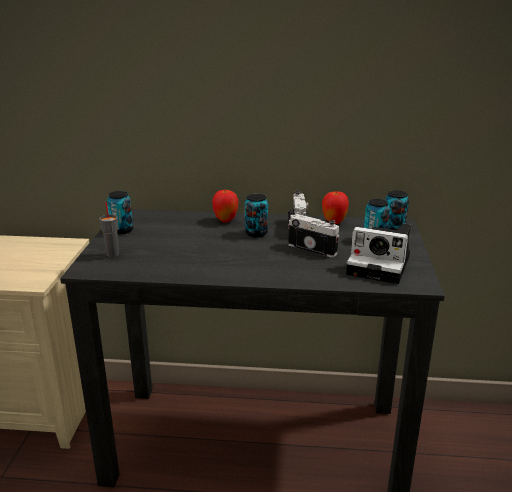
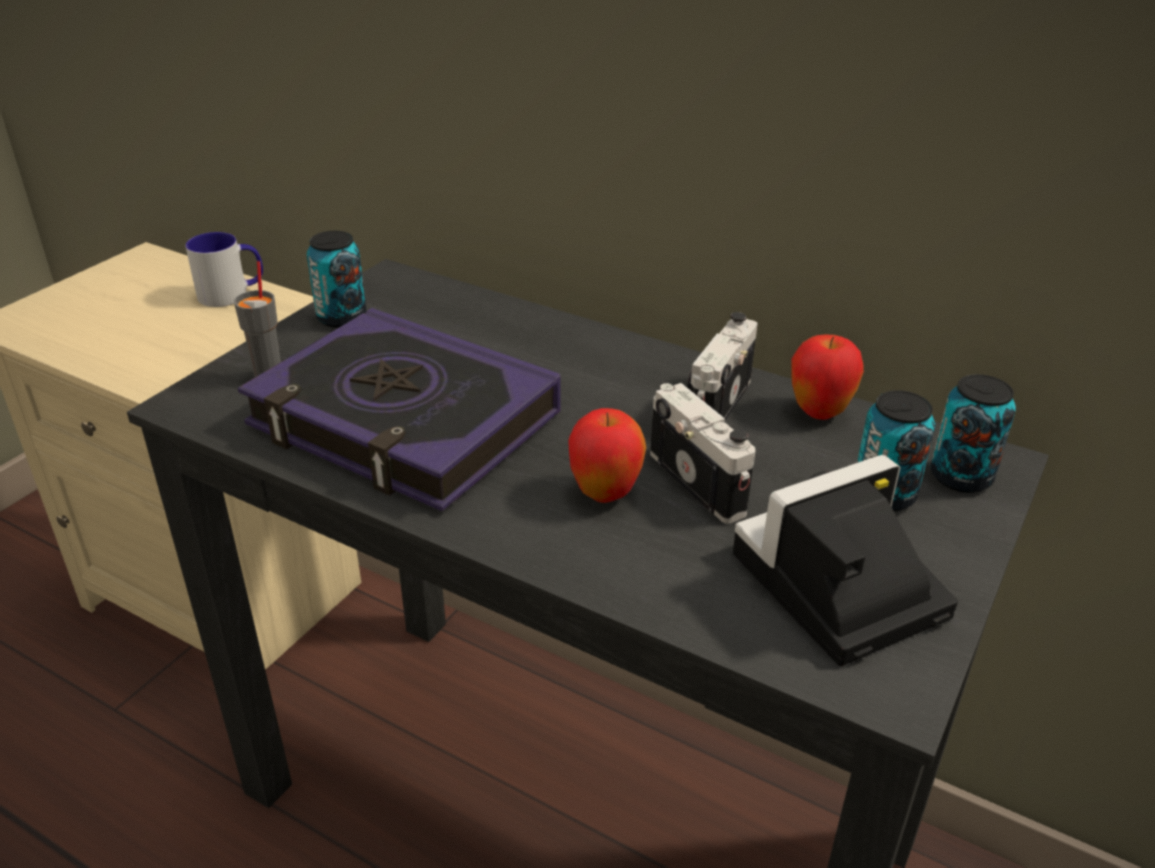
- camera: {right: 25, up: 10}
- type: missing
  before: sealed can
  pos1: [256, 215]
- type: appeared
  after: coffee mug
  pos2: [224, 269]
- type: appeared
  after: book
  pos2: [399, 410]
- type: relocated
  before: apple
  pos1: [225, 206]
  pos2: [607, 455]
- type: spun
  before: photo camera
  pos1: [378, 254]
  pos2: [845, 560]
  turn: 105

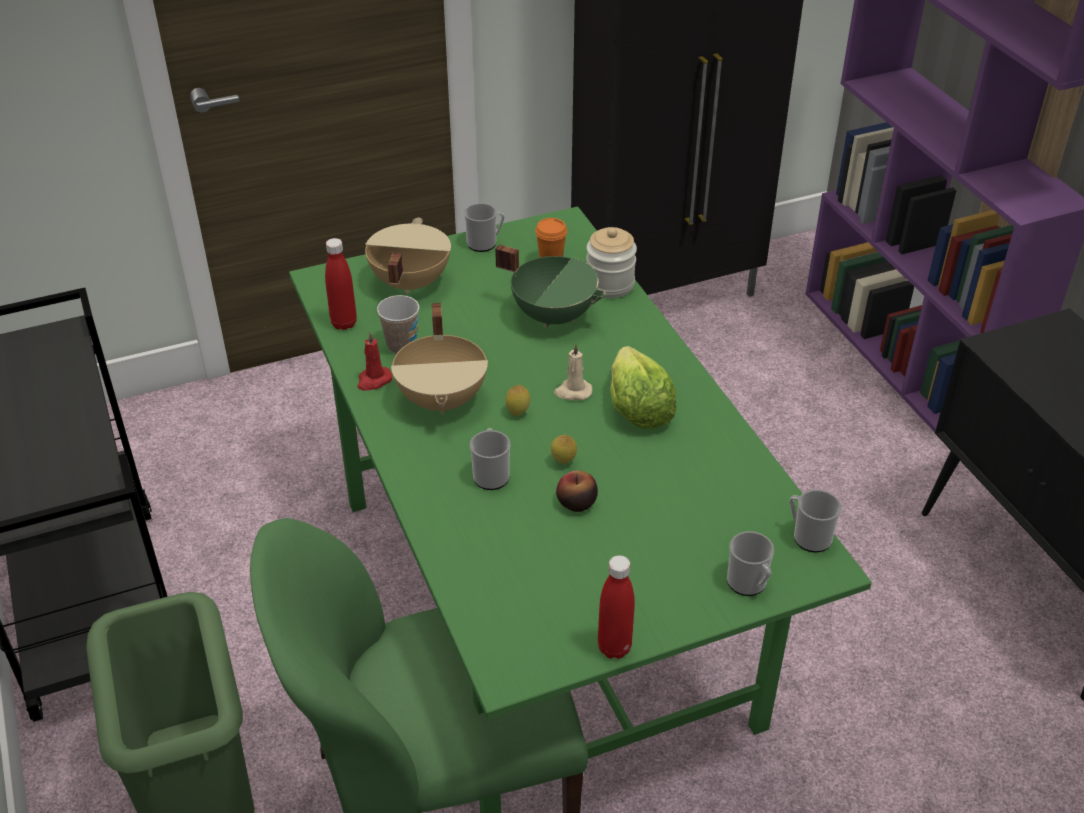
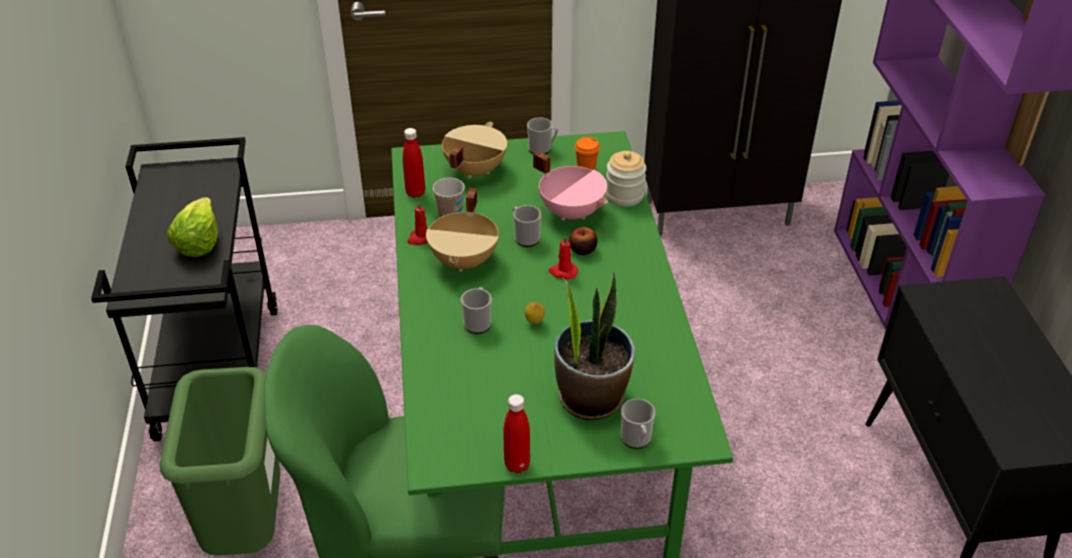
- camera: {right: 15, up: 0}
- type: missing
  before: citrus fruit
  pos1: [518, 400]
- type: appeared
  after: potted plant
  pos2: [594, 345]
- type: relocated
  before: apple
  pos1: [577, 491]
  pos2: [583, 241]
- type: relocated
  before: lettuce
  pos1: [643, 387]
  pos2: [192, 227]
- type: relocated
  before: coffee mug
  pos1: [815, 521]
  pos2: [527, 226]
- type: colour
  before: saucepot/green-coloured
  after: saucepot/pink
  pos1: [550, 286]
  pos2: [570, 186]
- type: colour
  before: wax light/beige-coloured
  after: wax light/reddish
  pos1: [573, 371]
  pos2: [563, 257]

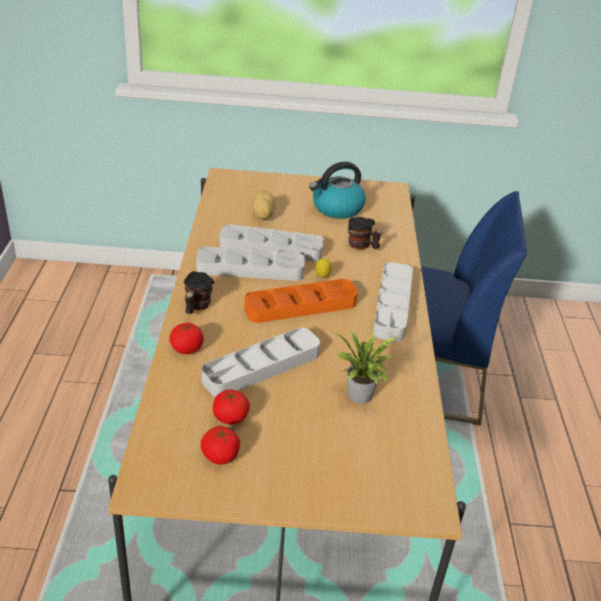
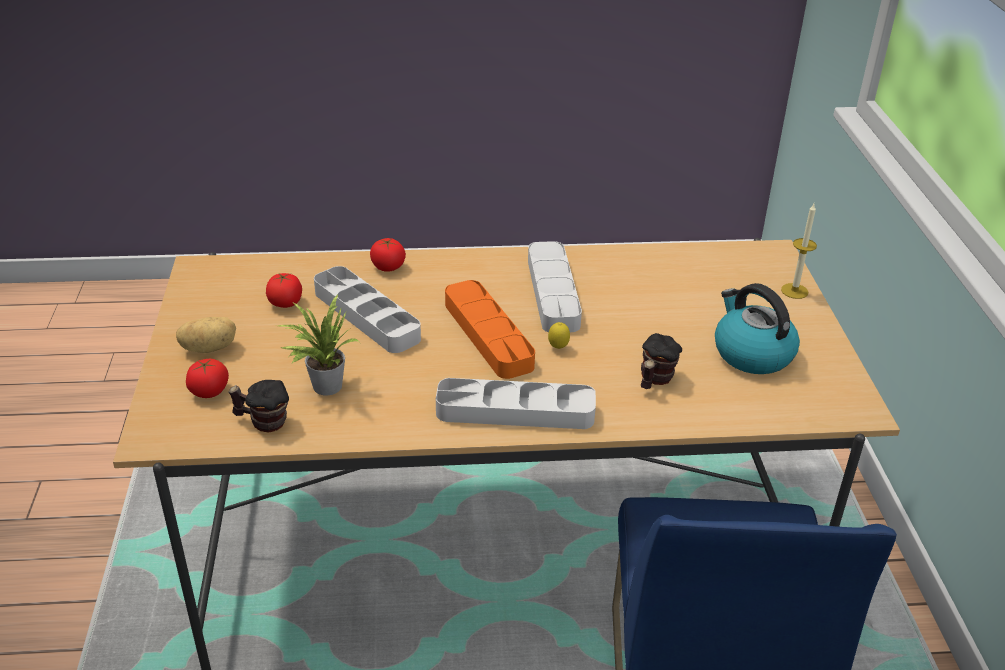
- camera: {right: 85, up: 0}
- type: missing
  before: serving tray/greyish
  pos1: [272, 243]
- type: appeared
  after: wax light
  pos2: [799, 251]
- type: relocated
  before: coffee mug
  pos1: [199, 292]
  pos2: [258, 406]
- type: relocated
  before: whole tomato
  pos1: [220, 445]
  pos2: [207, 378]
- type: relocated
  before: spud
  pos1: [264, 204]
  pos2: [206, 335]

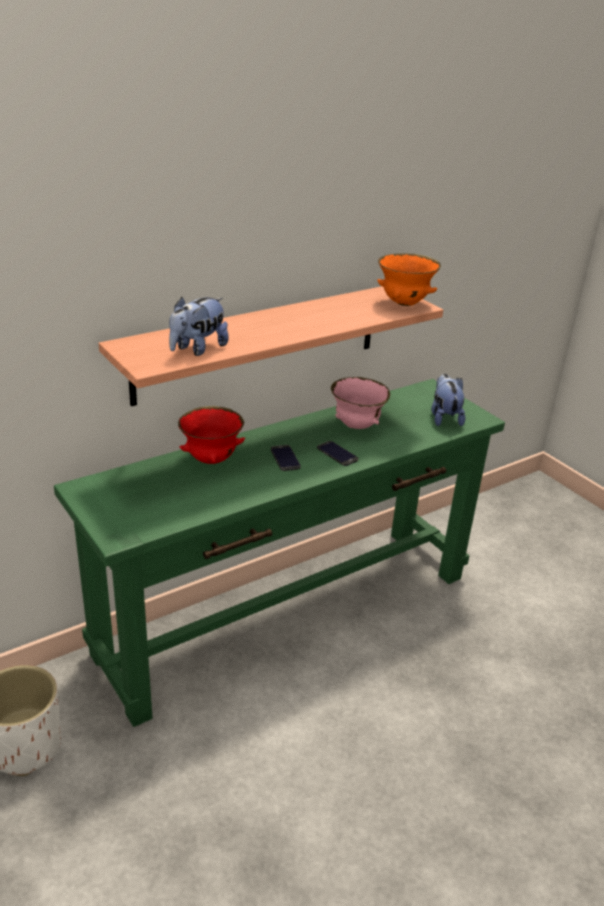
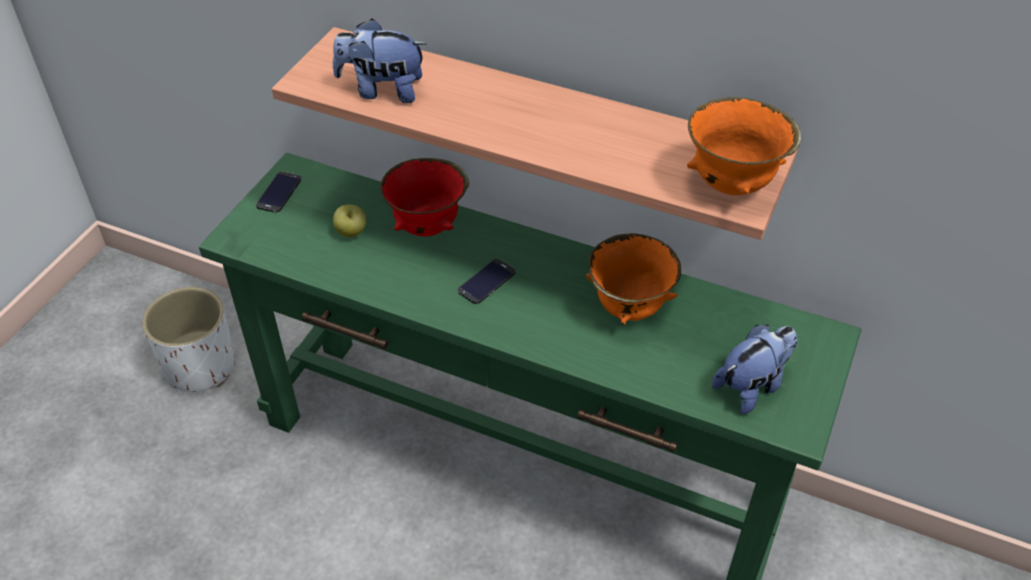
- camera: {right: 60, up: 15}
- type: appeared
  after: apple
  pos2: [349, 220]
- type: relocated
  before: handset
  pos1: [337, 453]
  pos2: [279, 192]
- type: colour
  before: bowl/pink
  after: bowl/orange
  pos1: [360, 403]
  pos2: [633, 279]

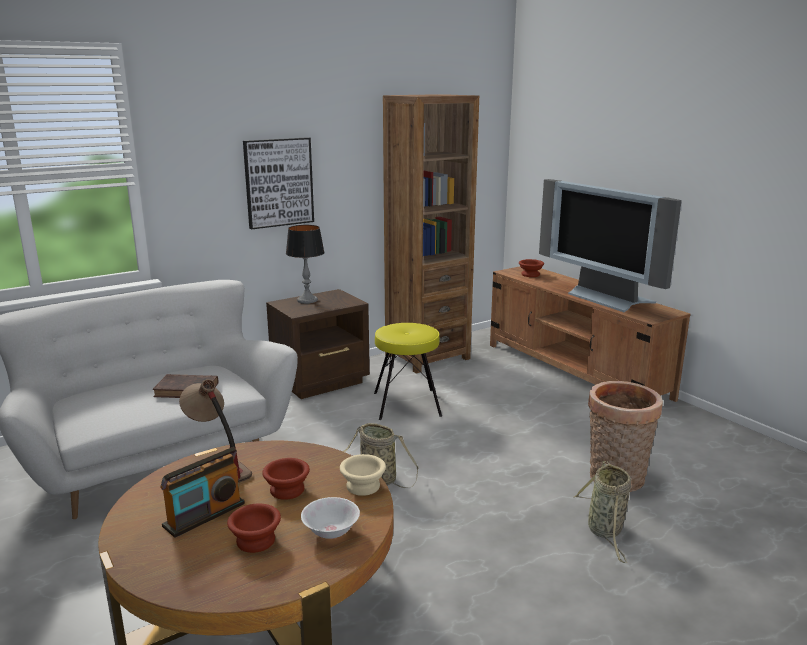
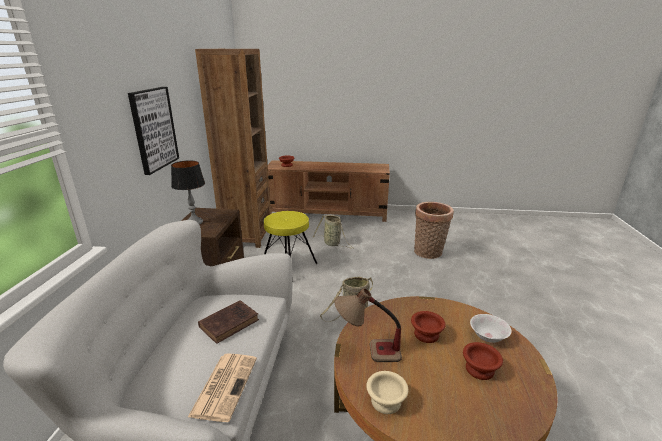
- camera: {right: -50, up: 5}
- type: missing
  before: radio receiver
  pos1: [203, 492]
- type: missing
  before: TV
  pos1: [610, 245]
- type: appeared
  after: printed paper
  pos2: [222, 387]
- type: relocated
  before: bowl/beige-coloured
  pos1: [363, 475]
  pos2: [387, 392]
- type: relocated
  before: storage basket
  pos1: [602, 512]
  pos2: [333, 232]

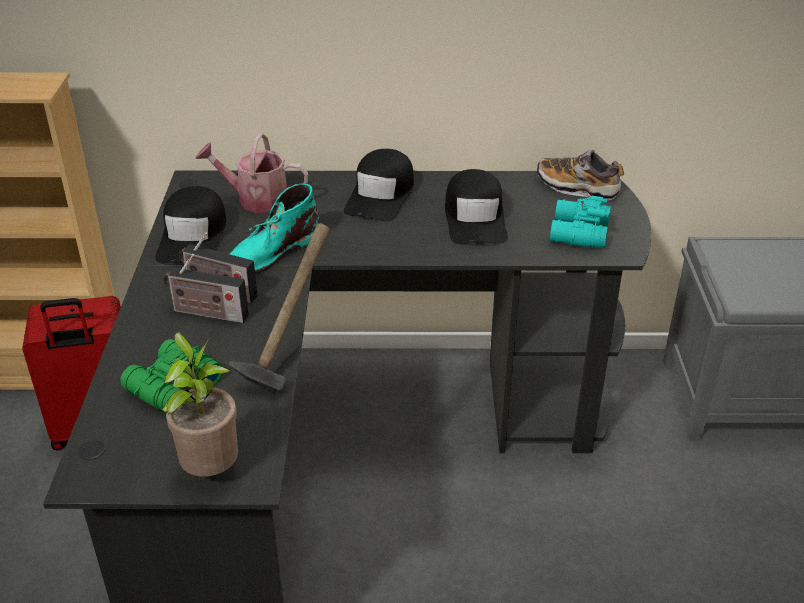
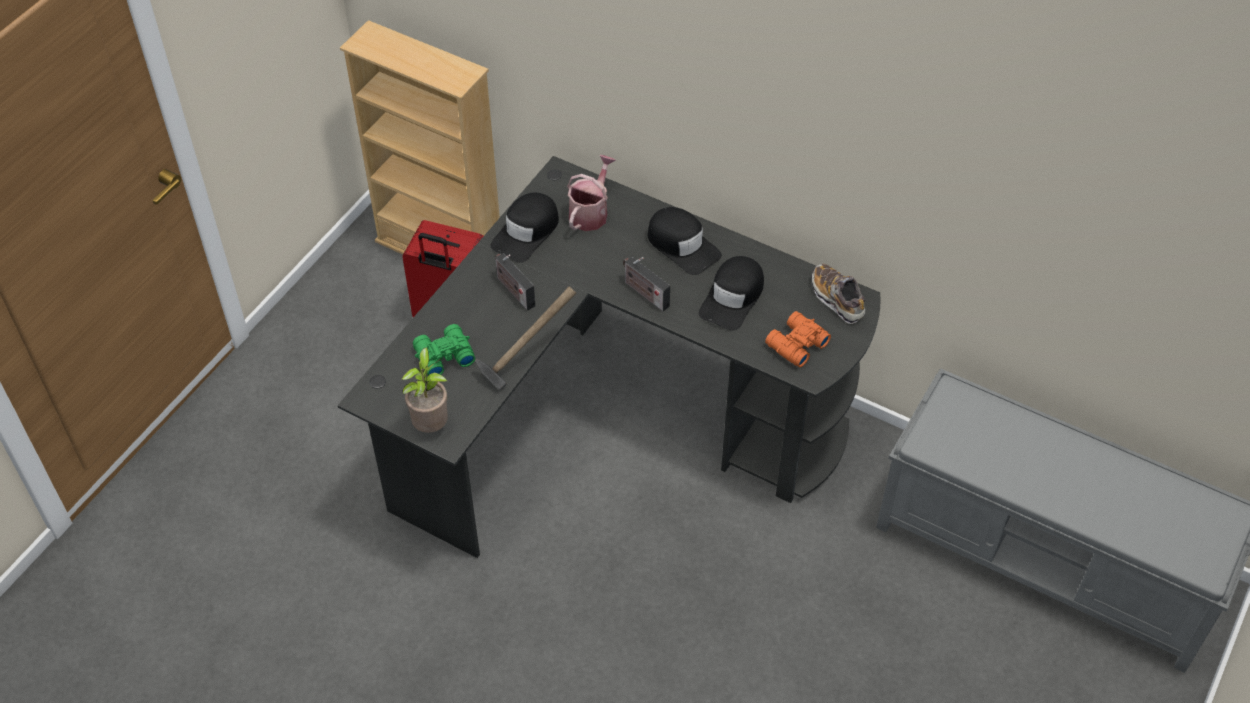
- camera: {right: 30, up: 15}
- type: missing
  before: boot/blue-green
  pos1: [275, 229]
- type: relocated
  before: radio receiver
  pos1: [206, 288]
  pos2: [646, 284]
- type: colour
  before: pair of binoculars/blue-green
  after: pair of binoculars/orange
  pos1: [580, 222]
  pos2: [798, 339]
- type: spun
  before: watering pot
  pos1: [251, 173]
  pos2: [591, 193]
  turn: 75
- type: spun
  before: cap/black
  pos1: [379, 185]
  pos2: [685, 241]
  turn: -90

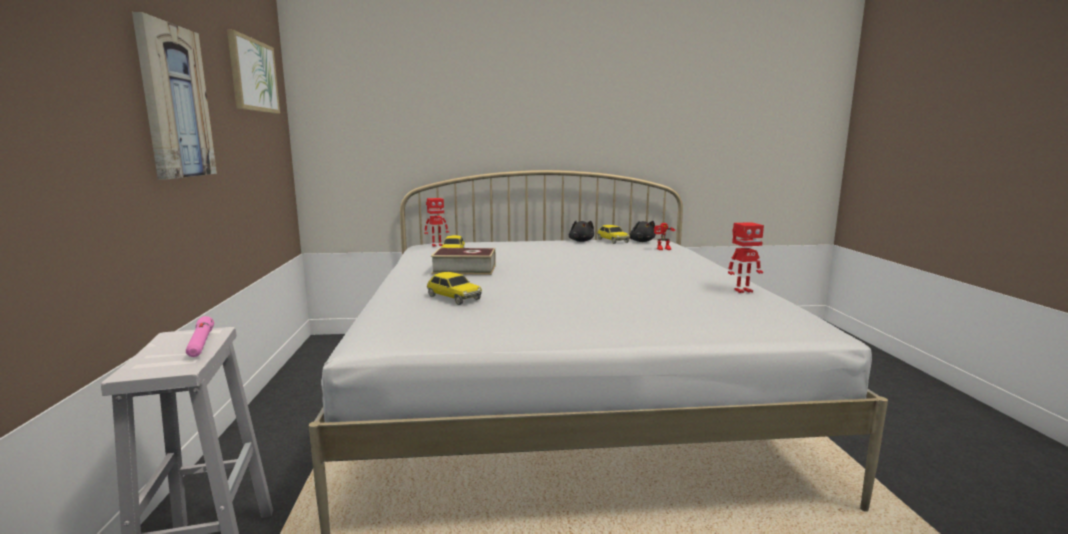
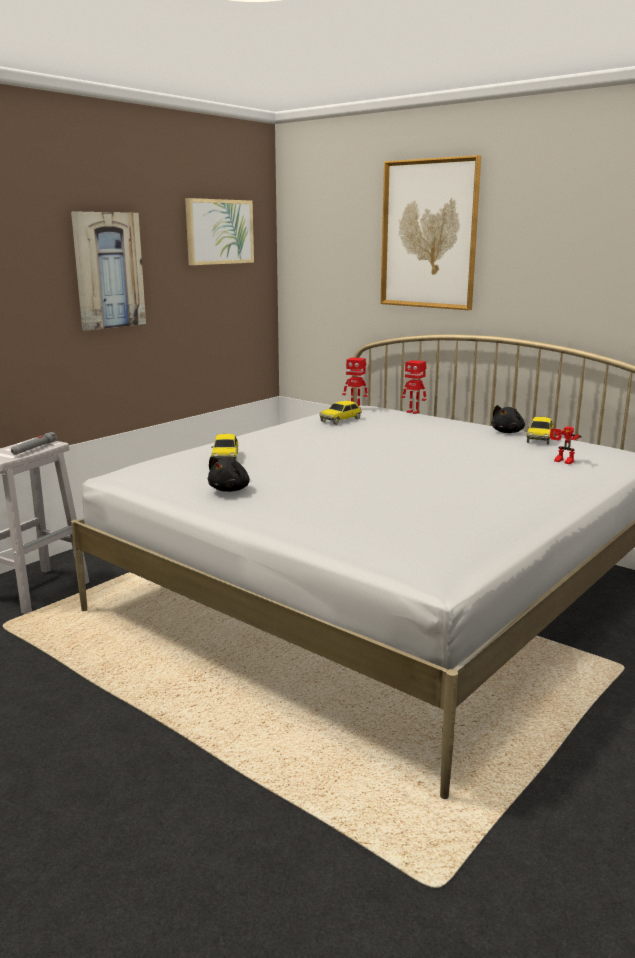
- camera: {right: 45, up: 5}
- type: missing
  before: book
  pos1: [463, 261]
- type: appeared
  after: wall art
  pos2: [430, 232]
- type: relocated
  before: soft toy/black
  pos1: [643, 231]
  pos2: [229, 474]
- type: relocated
  before: toy robot
  pos1: [746, 257]
  pos2: [414, 387]
- type: colour
  before: hand torch/pink
  after: hand torch/greyish
  pos1: [200, 336]
  pos2: [34, 443]

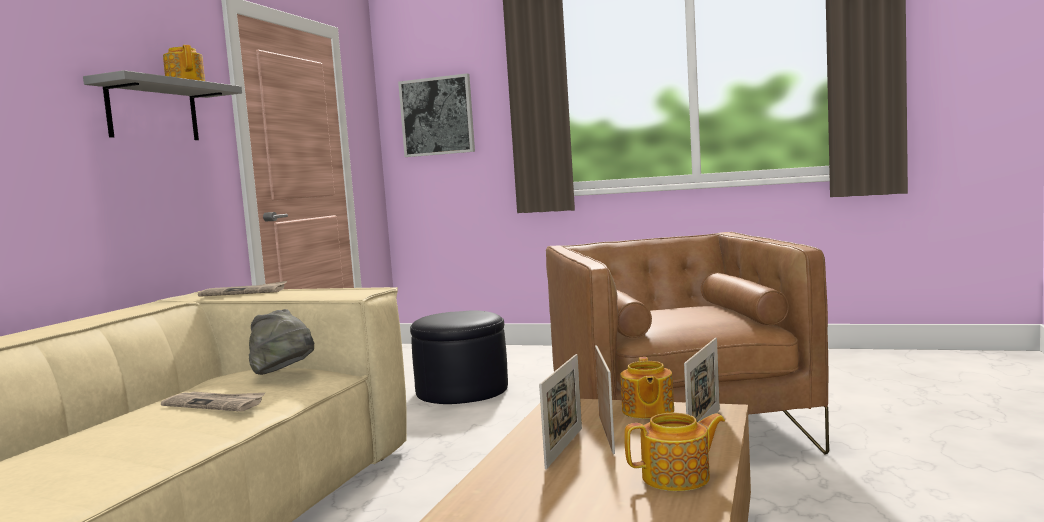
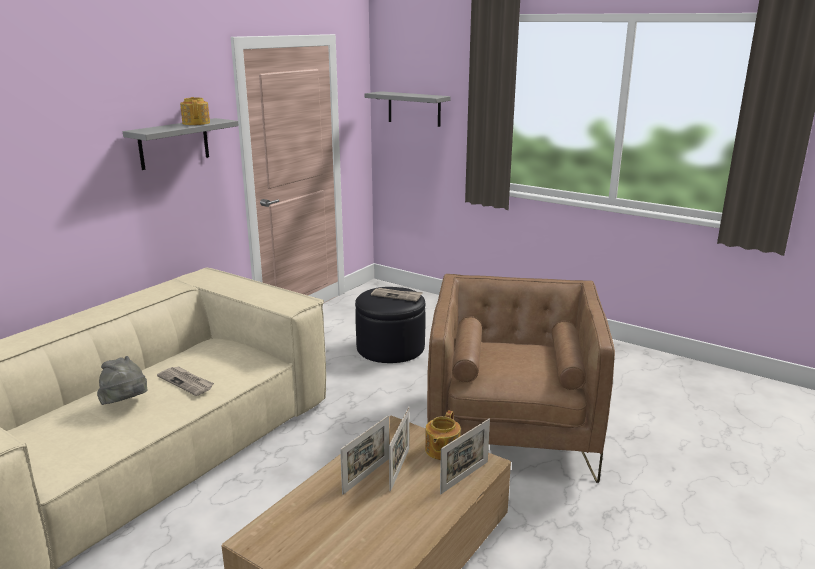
- camera: {right: 15, up: 15}
- type: missing
  before: teapot
  pos1: [674, 451]
- type: relocated
  before: printed paper
  pos1: [242, 289]
  pos2: [397, 294]
- type: relocated
  before: clothing hat/greyish
  pos1: [281, 342]
  pos2: [122, 380]
- type: exchanged
  before: wall art
  after: wall shelf/greyish
  pos1: [436, 115]
  pos2: [408, 109]

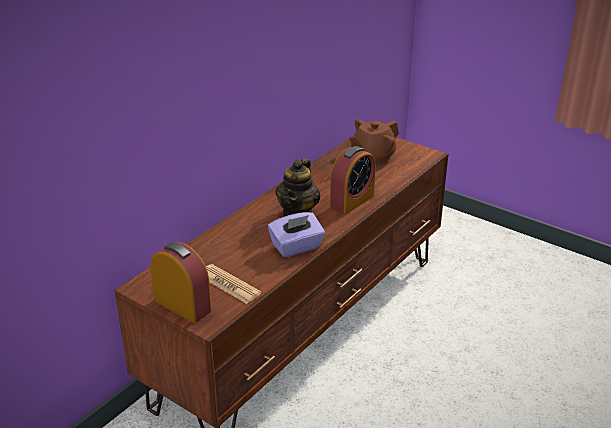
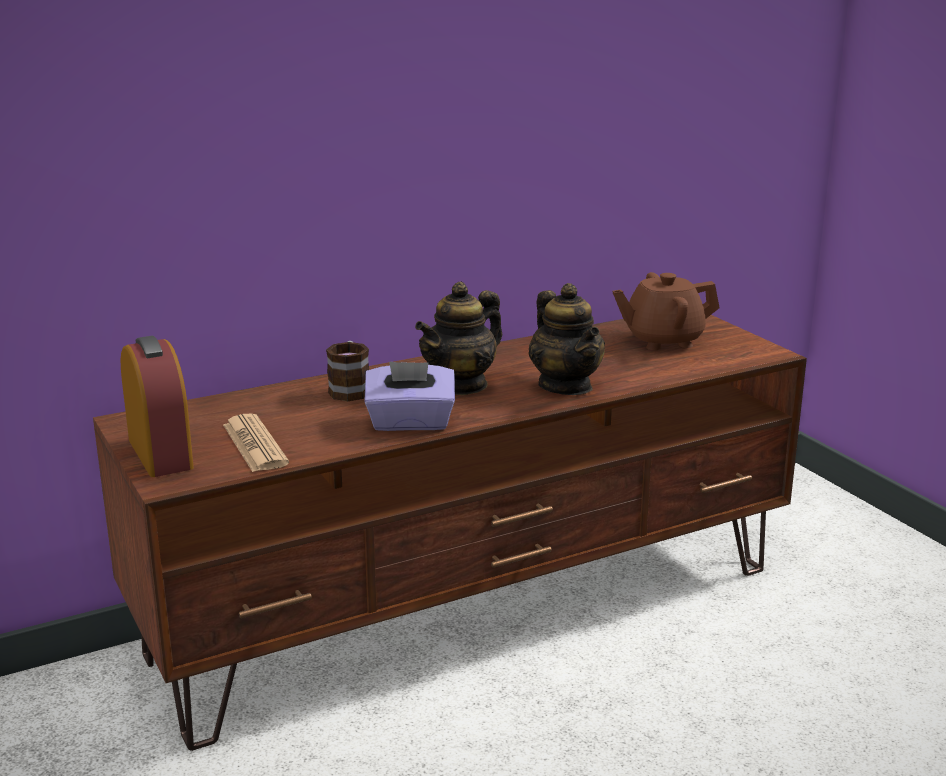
- camera: {right: 25, up: -10}
- type: appeared
  after: coffee mug
  pos2: [347, 371]
- type: exchanged
  before: alarm clock
  after: teapot
  pos1: [353, 180]
  pos2: [566, 339]

